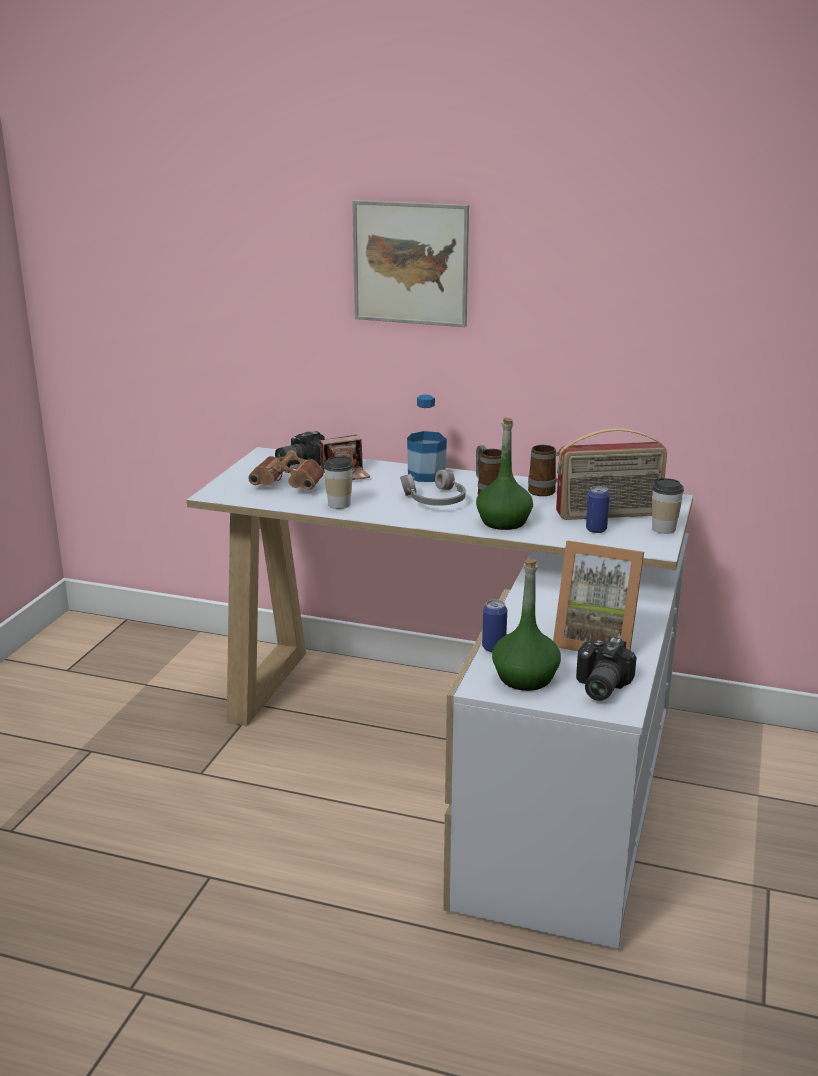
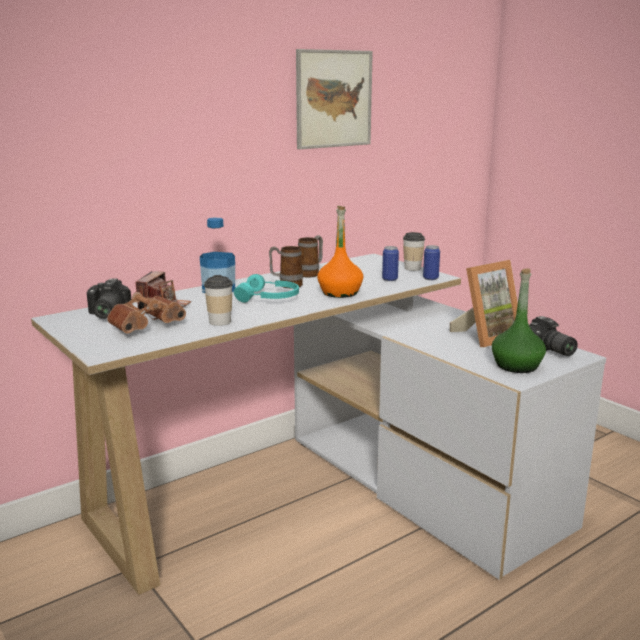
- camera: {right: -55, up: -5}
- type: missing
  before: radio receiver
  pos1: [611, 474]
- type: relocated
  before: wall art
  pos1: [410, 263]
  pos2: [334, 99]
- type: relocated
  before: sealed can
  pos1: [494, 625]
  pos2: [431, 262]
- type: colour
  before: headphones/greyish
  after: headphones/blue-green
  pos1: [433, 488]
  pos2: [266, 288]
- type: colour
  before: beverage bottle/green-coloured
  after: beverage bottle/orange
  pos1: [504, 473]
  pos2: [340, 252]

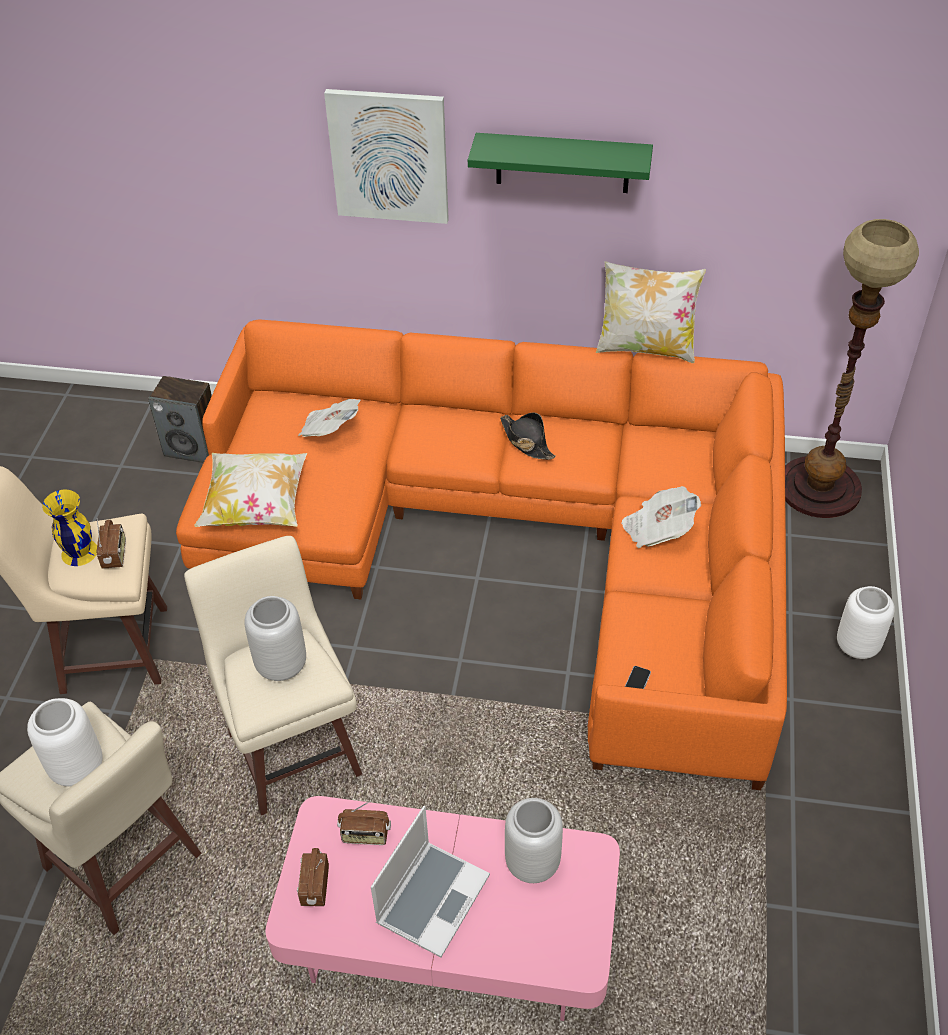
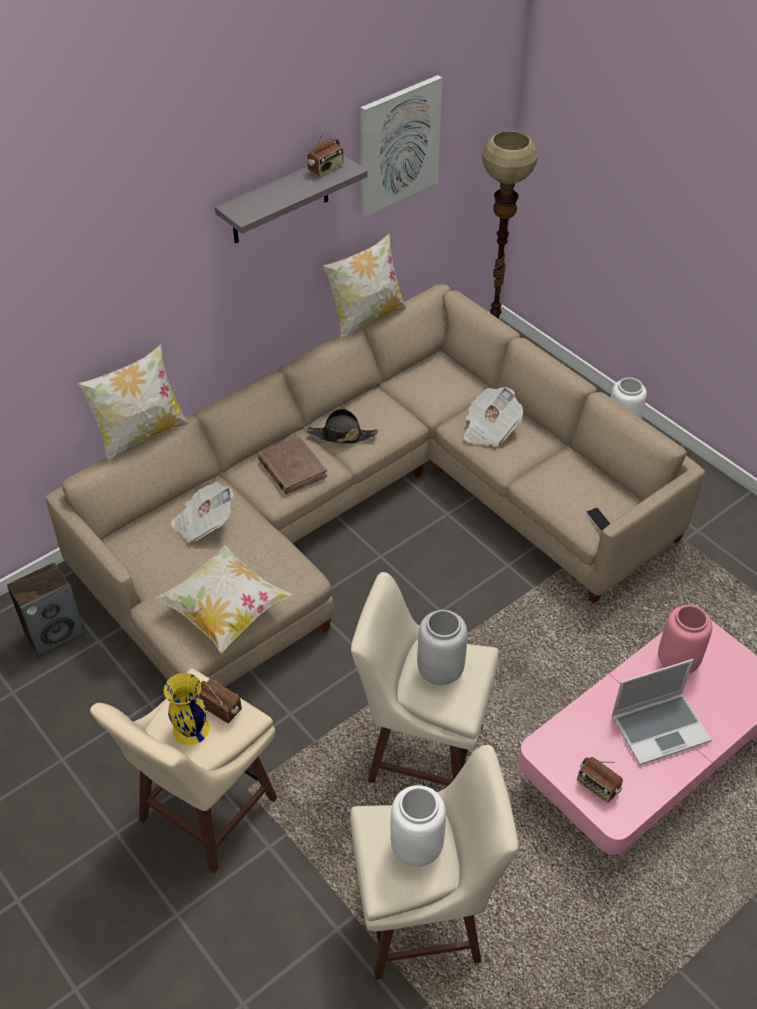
- camera: {right: -50, up: 0}
- type: appeared
  after: throw pillow
  pos2: [133, 403]
- type: appeared
  after: book/brown
  pos2: [292, 465]
- type: relocated
  before: wall art
  pos1: [386, 156]
  pos2: [401, 145]
- type: relocated
  before: radio receiver
  pos1: [364, 823]
  pos2: [325, 152]
- type: colour
  before: sofa/orange
  after: sofa/beige-coloured
  pos1: [481, 554]
  pos2: [375, 485]
- type: colour
  before: wall shelf/green-coloured
  after: wall shelf/greyish
  pos1: [560, 163]
  pos2: [291, 199]
- type: colour
  before: decorative vase/greyish
  after: decorative vase/pink
  pos1: [534, 840]
  pos2: [685, 639]
- type: spun
  before: notebook computer
  pos1: [430, 881]
  pos2: [661, 712]
  turn: 90

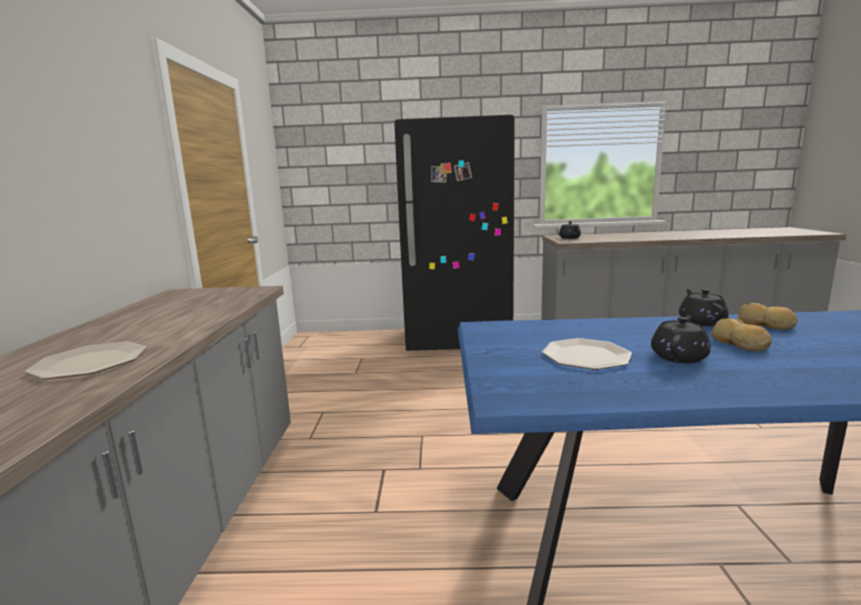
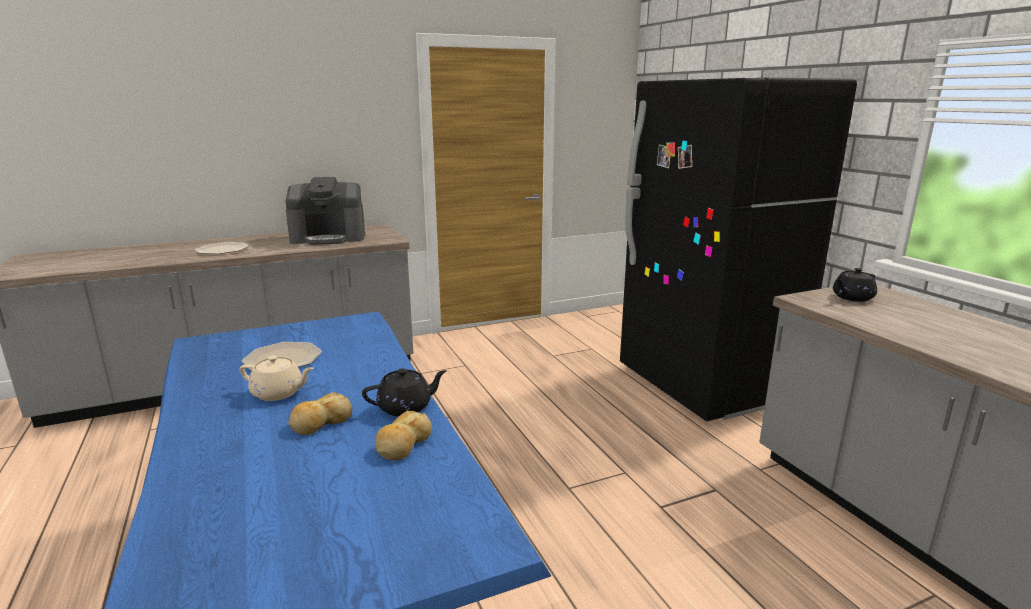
- camera: {right: 65, up: 5}
- type: appeared
  after: coffee machine
  pos2: [325, 211]
- type: colour
  before: teapot/black
  after: teapot/beige-coloured
  pos1: [681, 339]
  pos2: [276, 378]

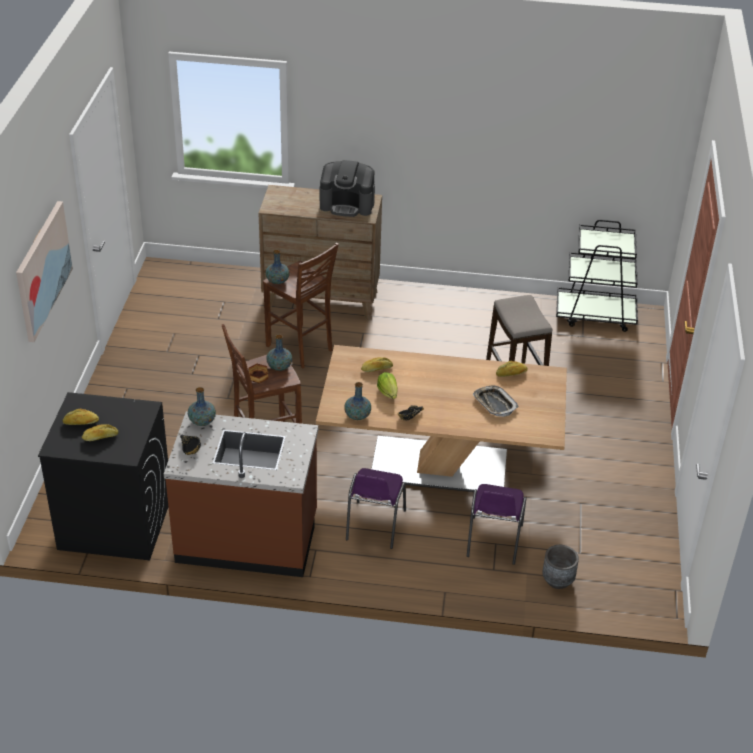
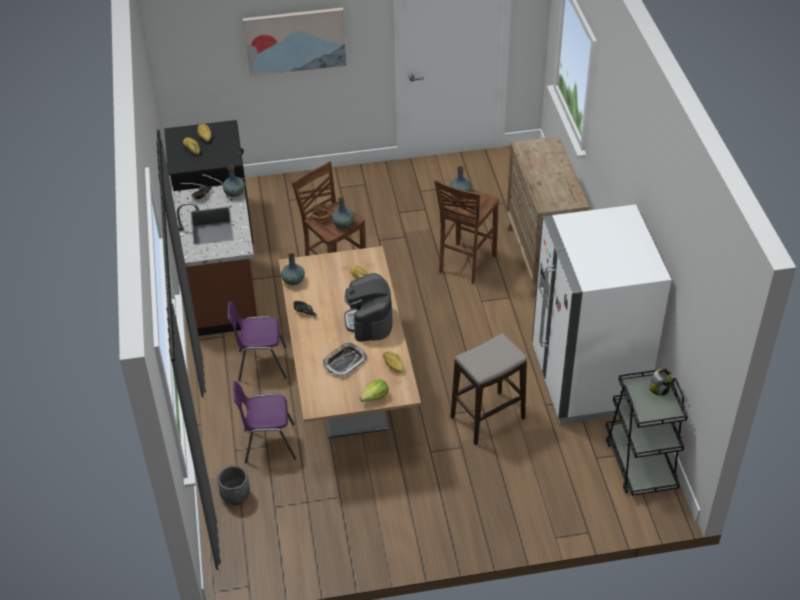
- camera: {right: 75, up: 5}
- type: appeared
  after: fridge/whitish
  pos2: [601, 313]
- type: appeared
  after: jar
  pos2: [661, 382]
- type: relocated
  before: coffee machine
  pos1: [347, 188]
  pos2: [368, 307]
- type: relocated
  before: lettuce
  pos1: [387, 385]
  pos2: [374, 391]

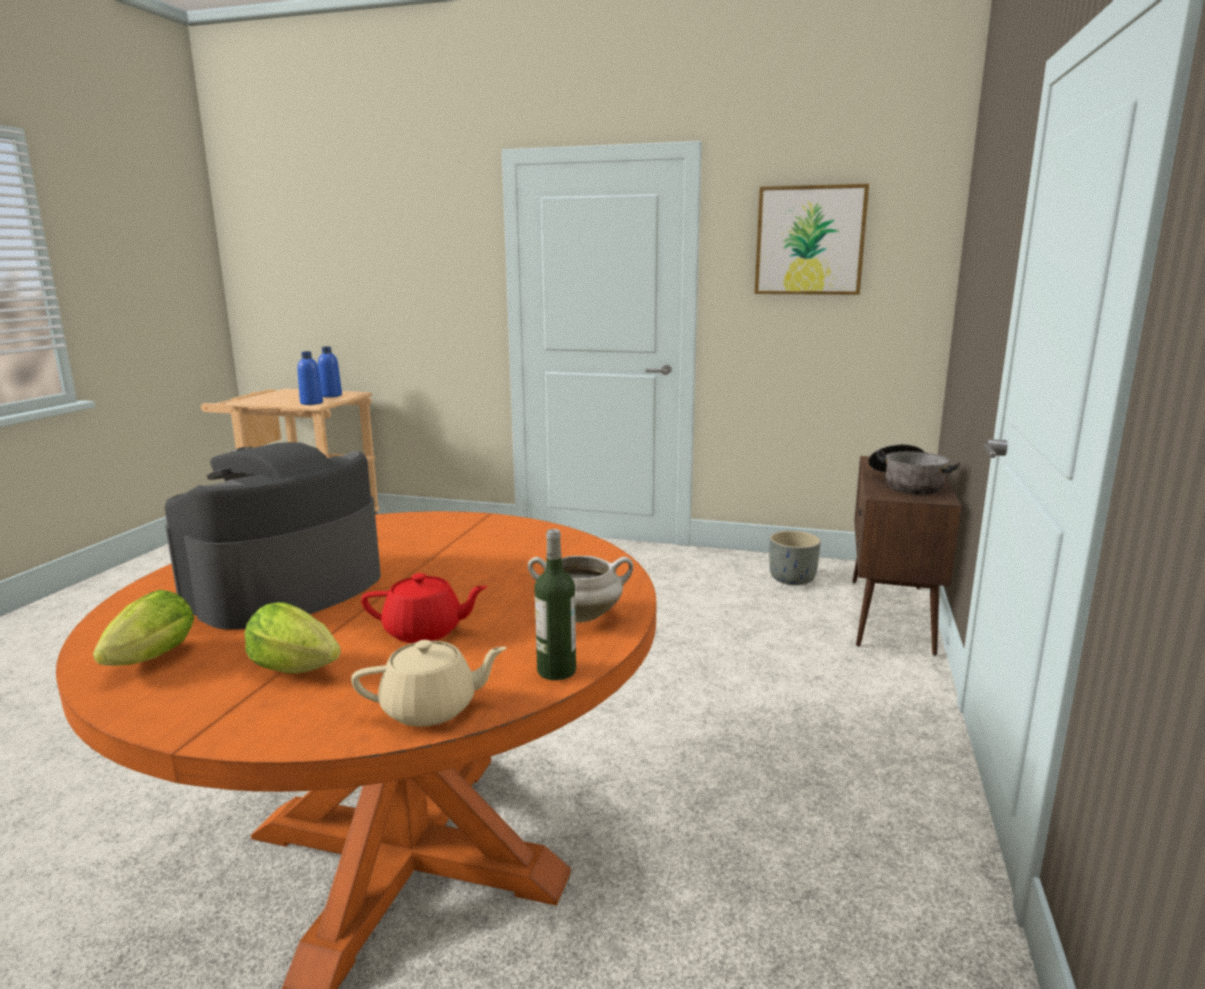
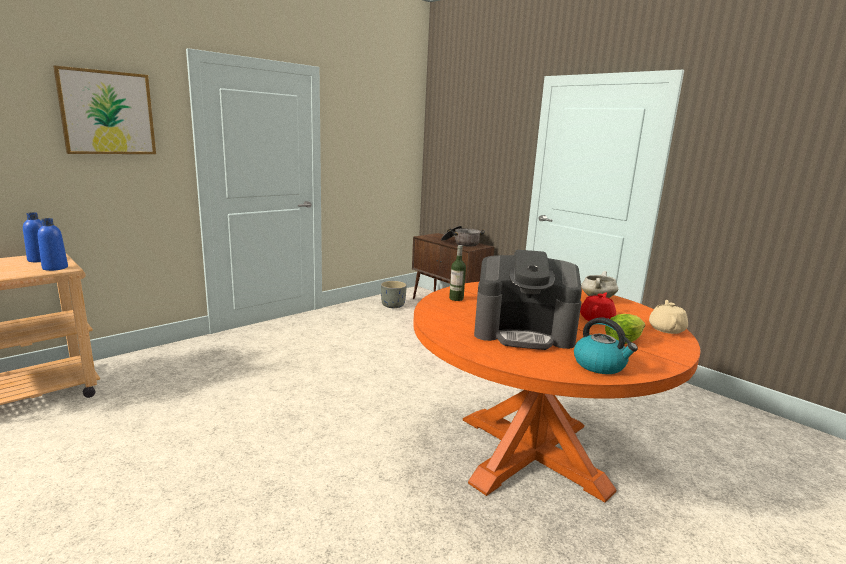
- camera: {right: -60, up: 0}
- type: relocated
  before: beverage bottle
  pos1: [555, 604]
  pos2: [457, 273]
- type: relocated
  before: wall art
  pos1: [811, 239]
  pos2: [104, 109]
- type: exchanged
  before: lettuce
  after: kettle
  pos1: [143, 628]
  pos2: [606, 345]
- type: spun
  before: coffee machine
  pos1: [273, 535]
  pos2: [528, 300]
  turn: -60

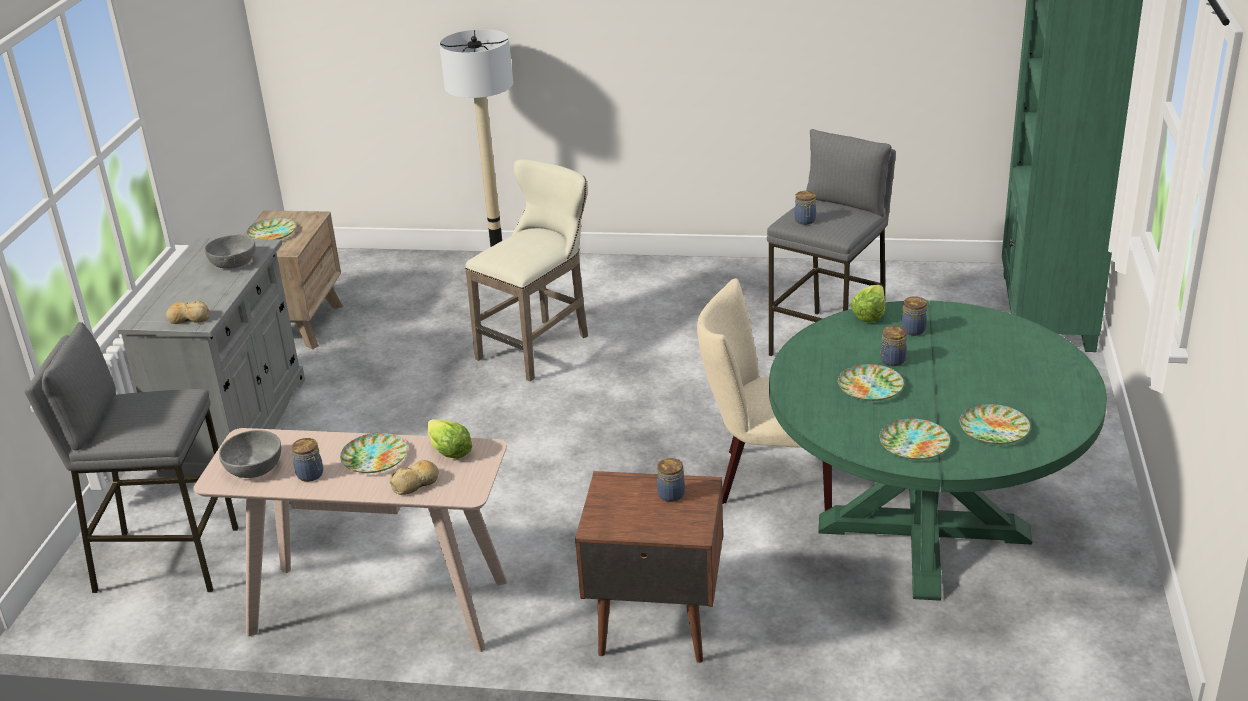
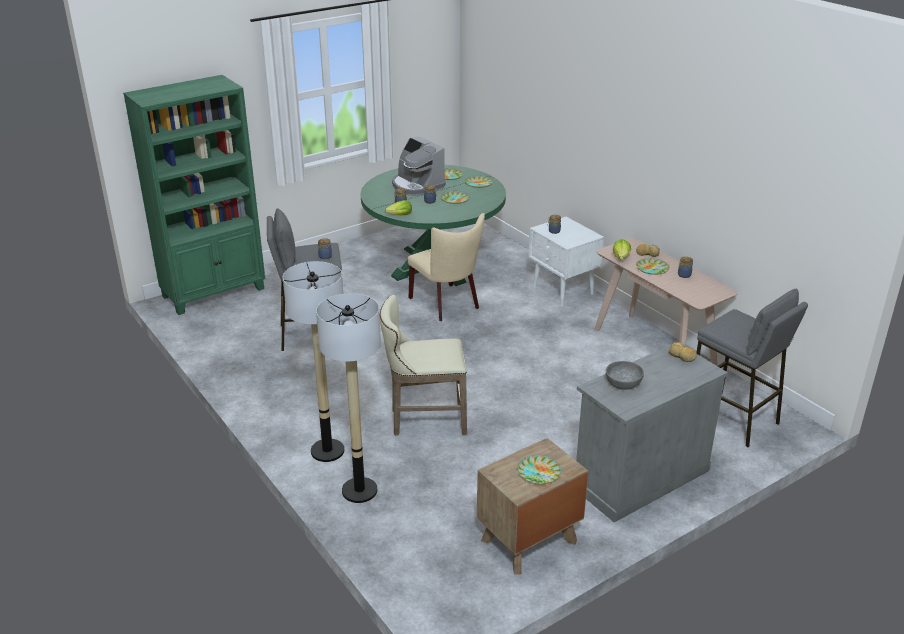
- camera: {right: -135, up: 0}
- type: missing
  before: bowl/greyish
  pos1: [250, 454]
- type: appeared
  after: standard lamp
  pos2: [313, 361]
- type: appeared
  after: coffee machine
  pos2: [418, 166]
- type: colour
  before: night table/brown
  after: night table/whitish
  pos1: [649, 567]
  pos2: [566, 261]

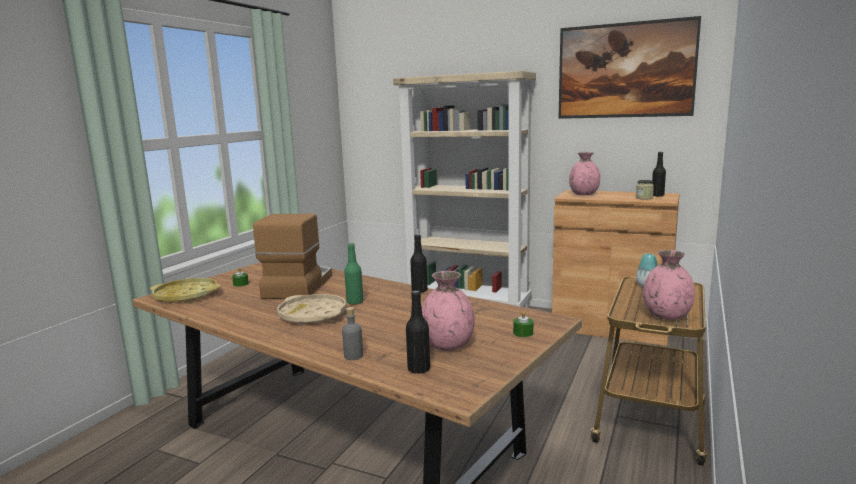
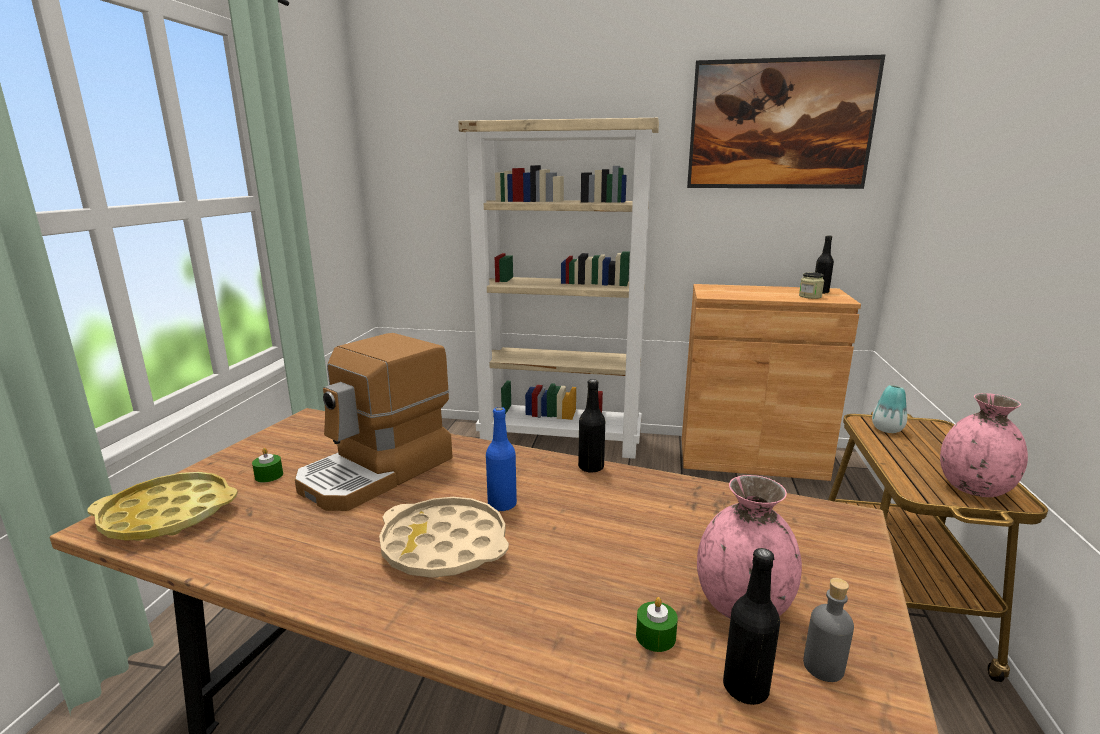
- camera: {right: -15, up: 5}
- type: missing
  before: decorative vase/pink
  pos1: [584, 173]
- type: relocated
  before: beverage bottle/greyish
  pos1: [352, 333]
  pos2: [828, 630]
- type: relocated
  before: wax light/green-coloured
  pos1: [523, 324]
  pos2: [657, 624]
- type: colour
  before: beverage bottle/green-coloured
  after: beverage bottle/bluish
  pos1: [353, 274]
  pos2: [501, 459]
- type: spun
  before: coffee machine
  pos1: [292, 256]
  pos2: [373, 422]
  turn: -135

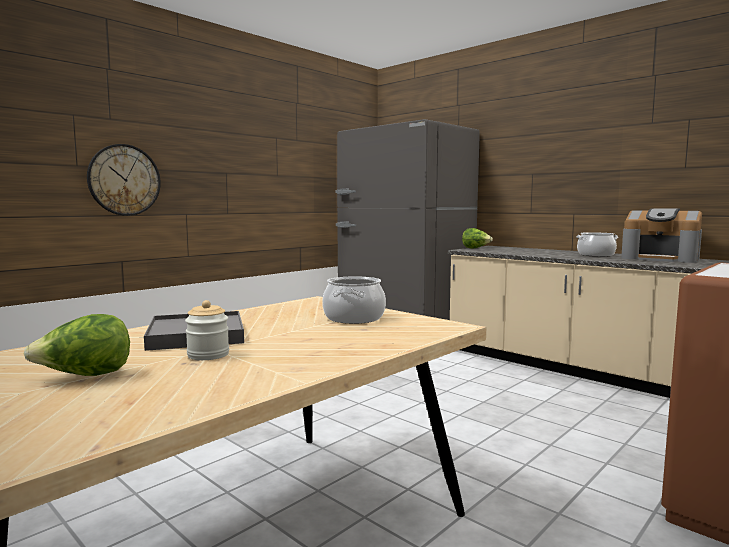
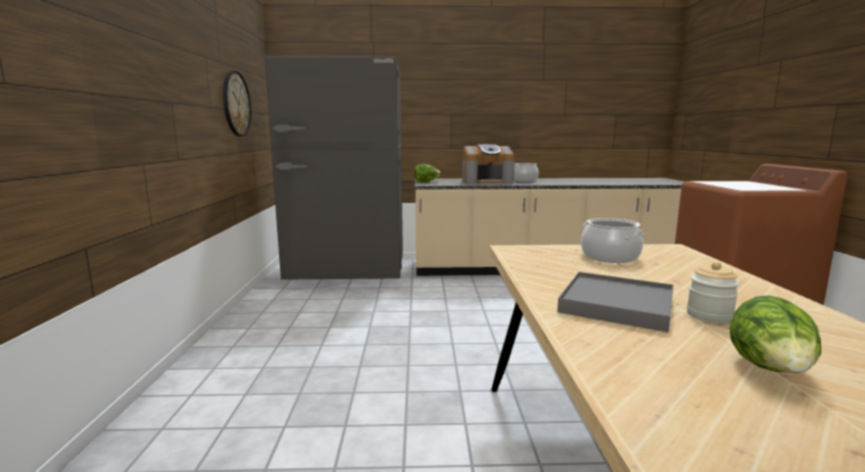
- camera: {right: -45, up: 5}
- type: relocated
  before: clock on the wall
  pos1: [124, 180]
  pos2: [237, 104]
- type: relocated
  before: coffee machine
  pos1: [661, 235]
  pos2: [488, 164]

